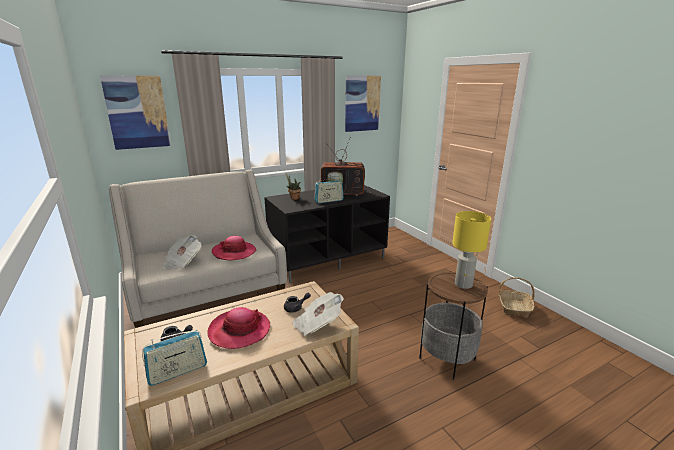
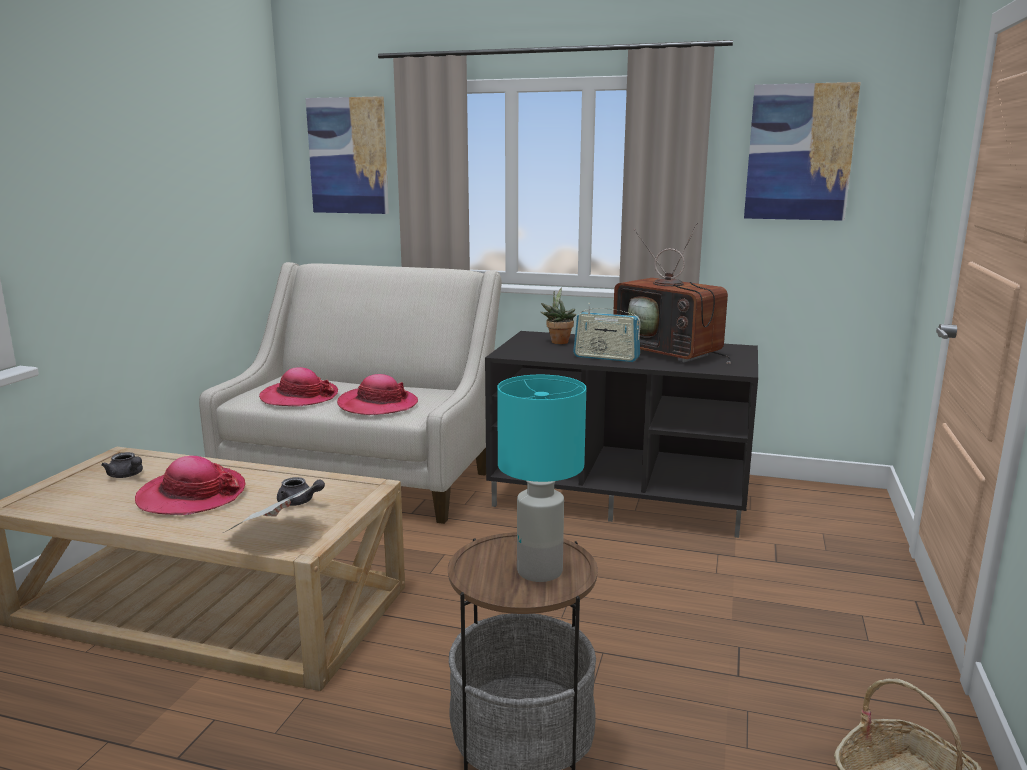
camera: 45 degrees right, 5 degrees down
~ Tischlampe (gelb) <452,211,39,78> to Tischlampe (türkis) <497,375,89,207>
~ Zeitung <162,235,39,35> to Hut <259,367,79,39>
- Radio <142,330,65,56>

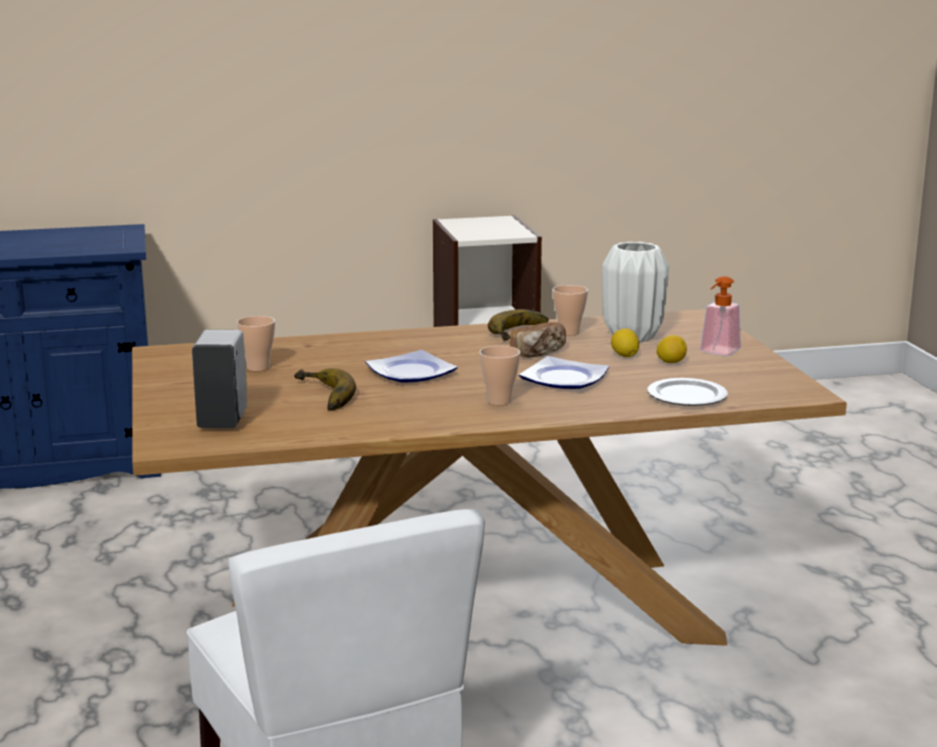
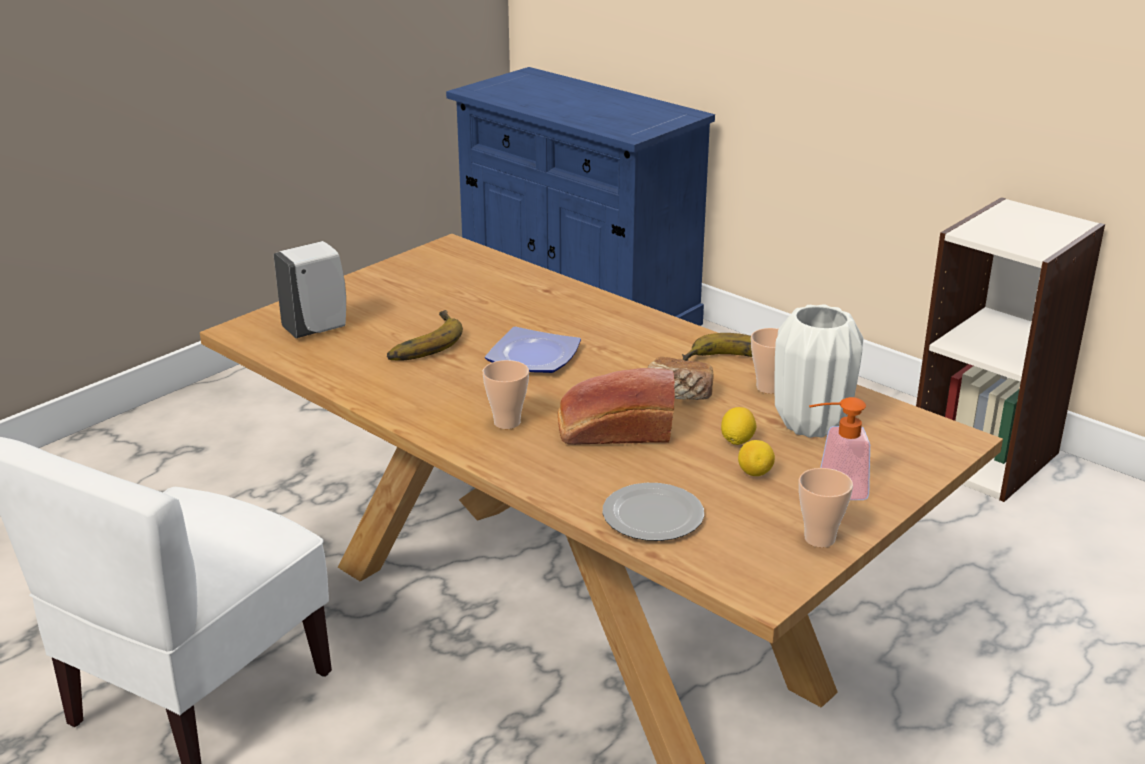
camera: 55 degrees right, 10 degrees up
~ Tasse <237,316,38,55> to <799,468,54,80>
~ Teller <519,356,90,33> to Brot <558,368,117,77>

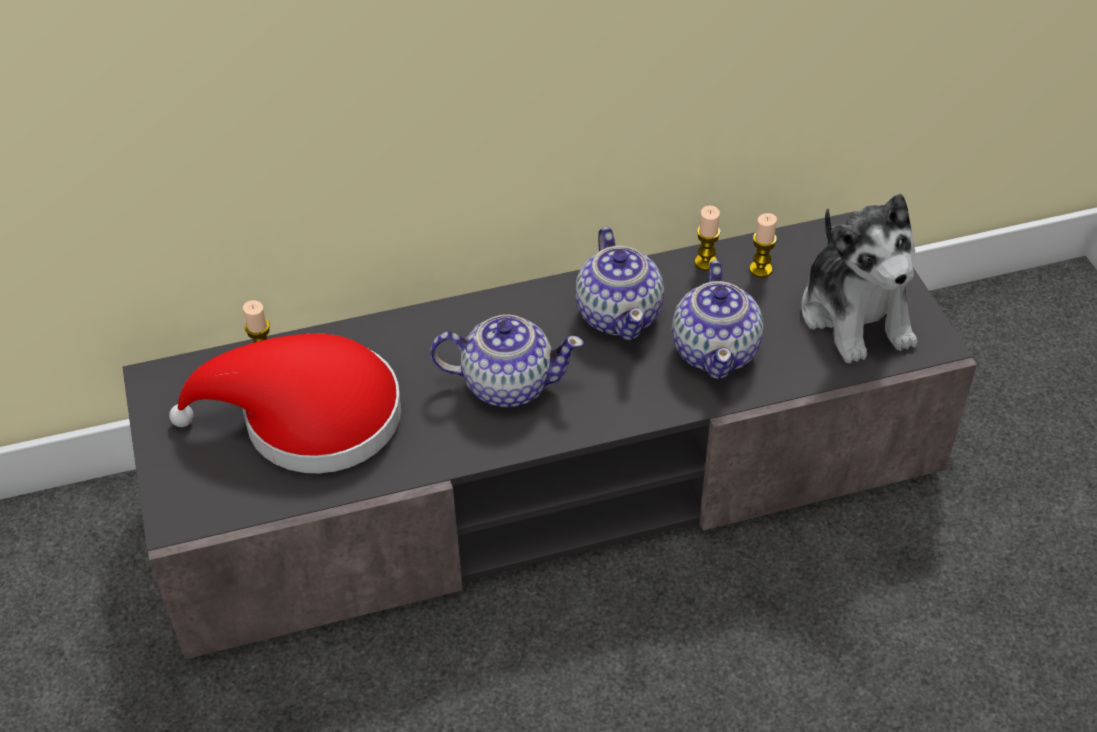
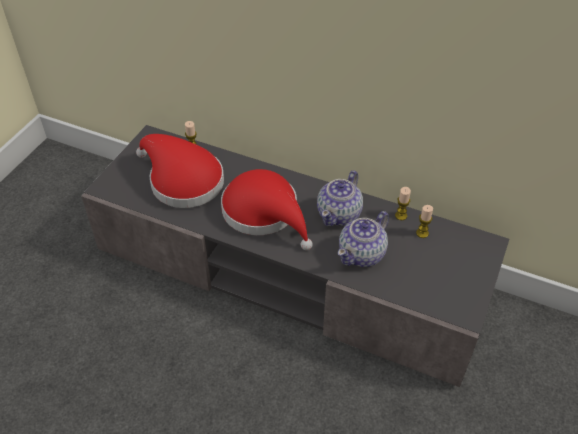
camera: 40 degrees right, 0 degrees up
- Plüschtier <801,194,117,170>
~ Teekanne <430,315,154,92> to Hut (rot) <221,169,92,81>

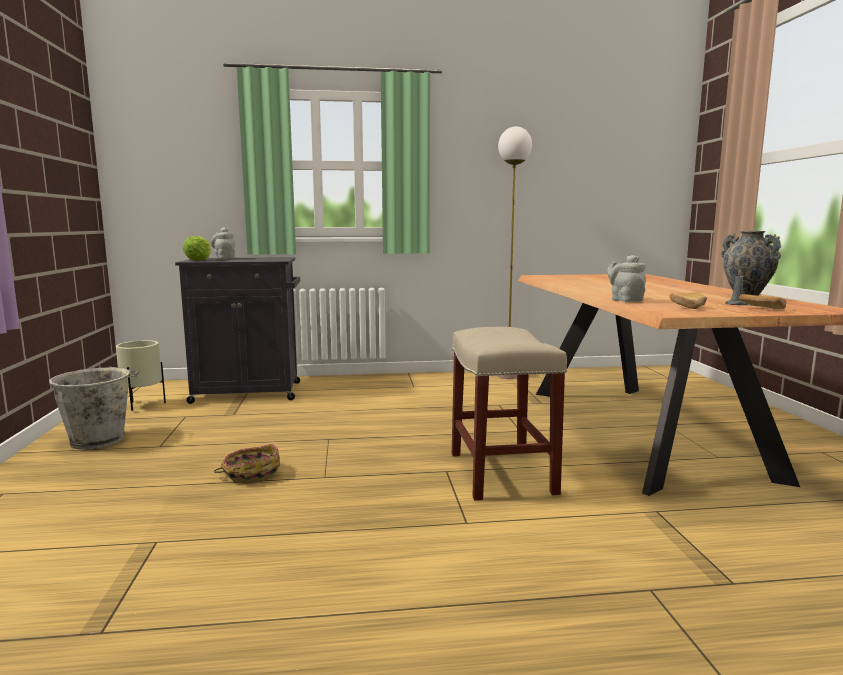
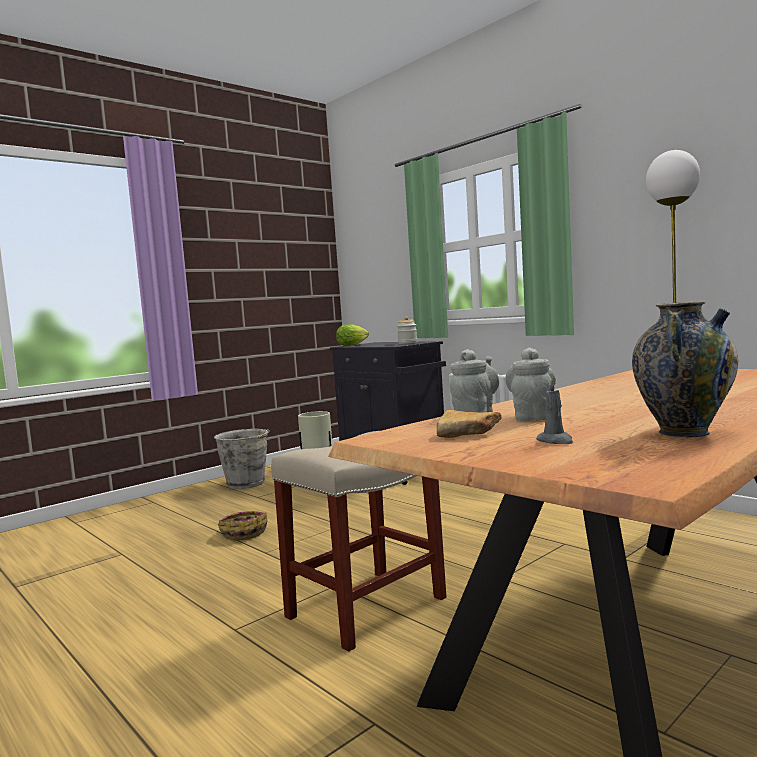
camera: 55 degrees right, 5 degrees down
~ Teekanne (grau) <211,227,24,32> to <505,348,51,73>
- Brot <739,294,47,15>
+ Vorratsglas <397,316,20,28>

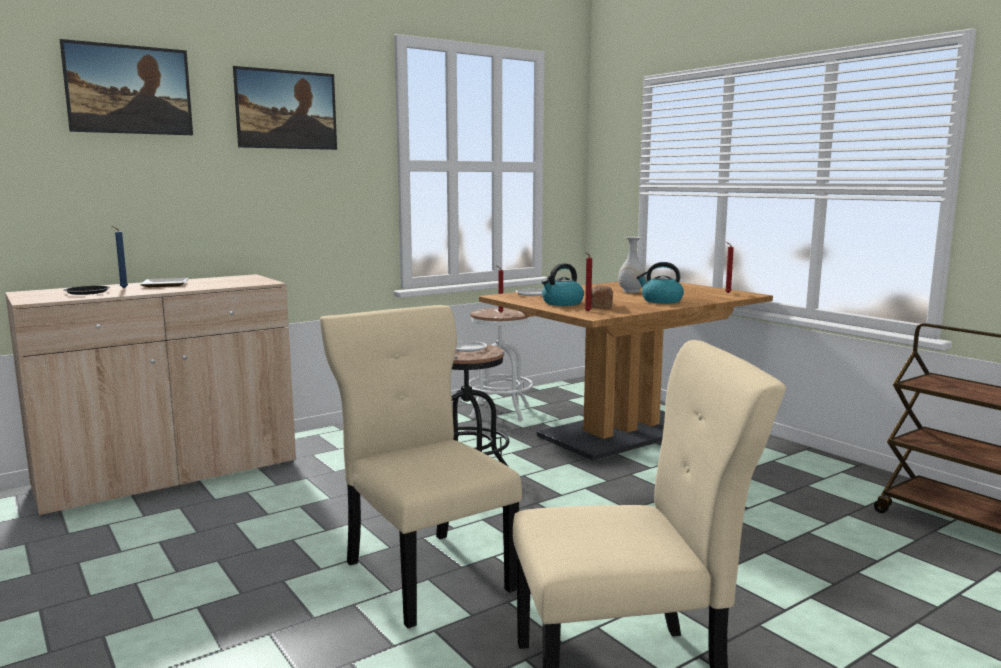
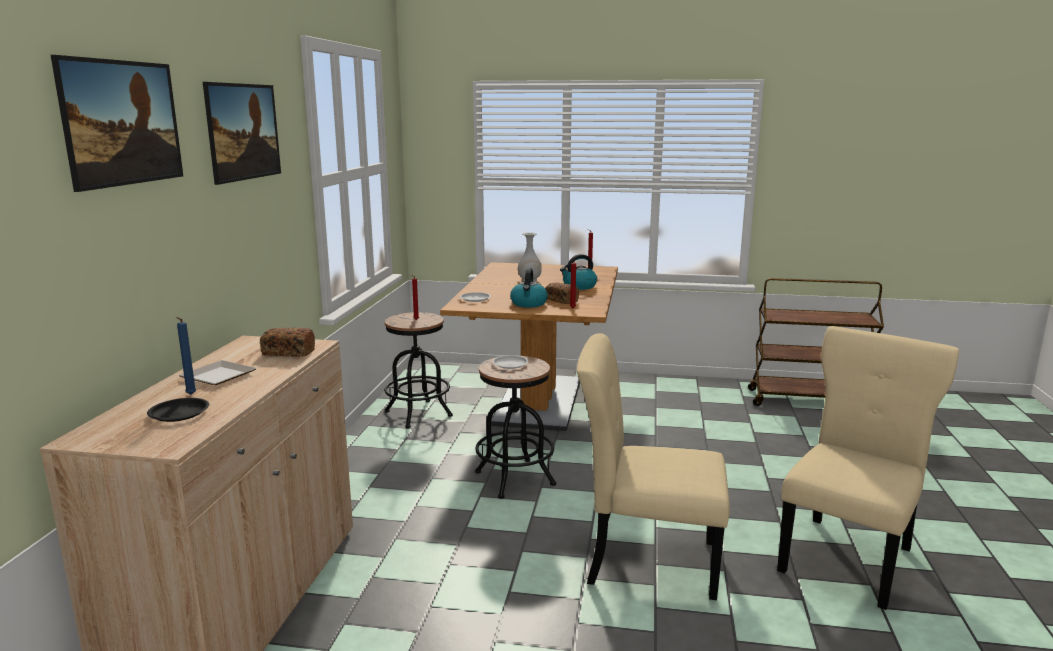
camera: 45 degrees left, 5 degrees up
~ Hocker (weiß) <469,308,64,113> to Hocker (schwarz) <384,312,69,116>
+ Brot <260,328,55,29>

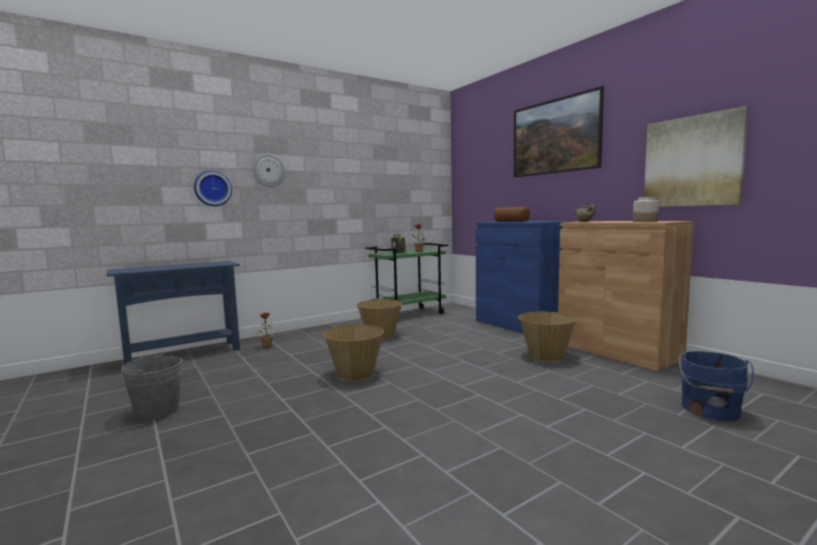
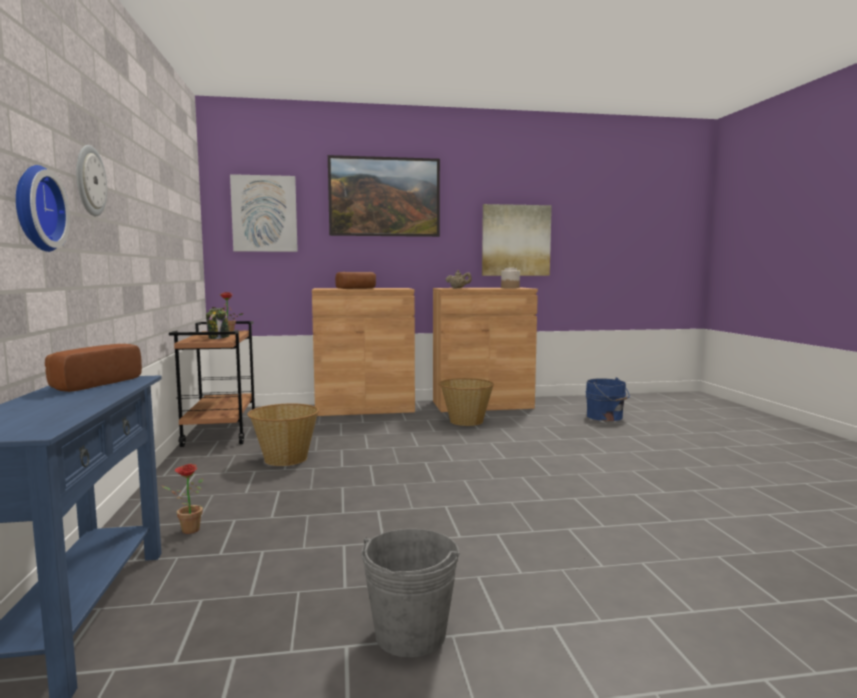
camera: 65 degrees left, 0 degrees up
~ Schrank (blau) <476,221,94,113> to Schrank (braun) <312,288,103,128>
~ Rollwagen (grün) <366,243,82,71> to Rollwagen (braun) <169,321,86,126>
- Korb <323,325,61,56>
+ Bild <230,174,68,78>
+ Brot <45,344,97,48>

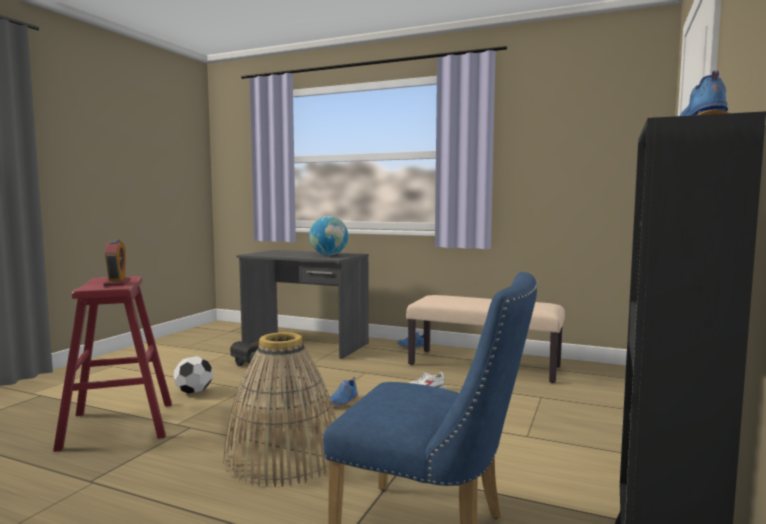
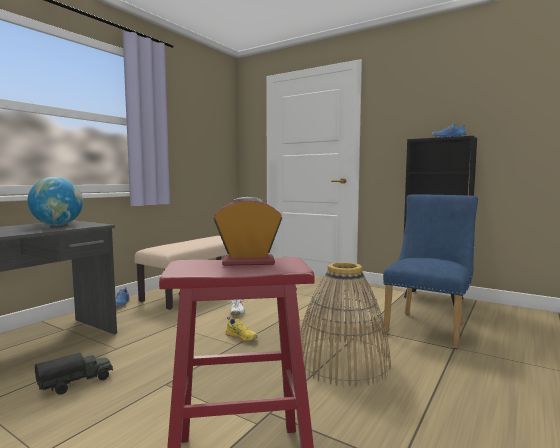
camera: 80 degrees left, 0 degrees up
- Fußball <173,356,40,38>
~ Schuh (blau) <328,377,30,30> to Schuh (gelb) <225,317,33,25>

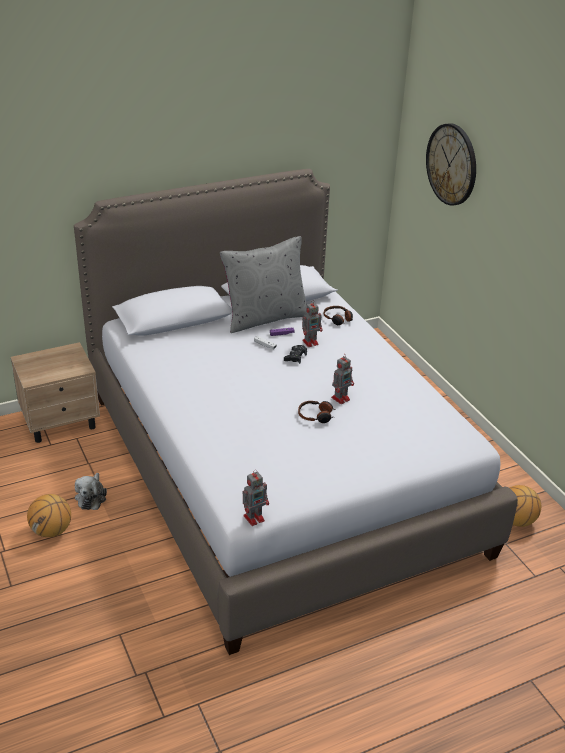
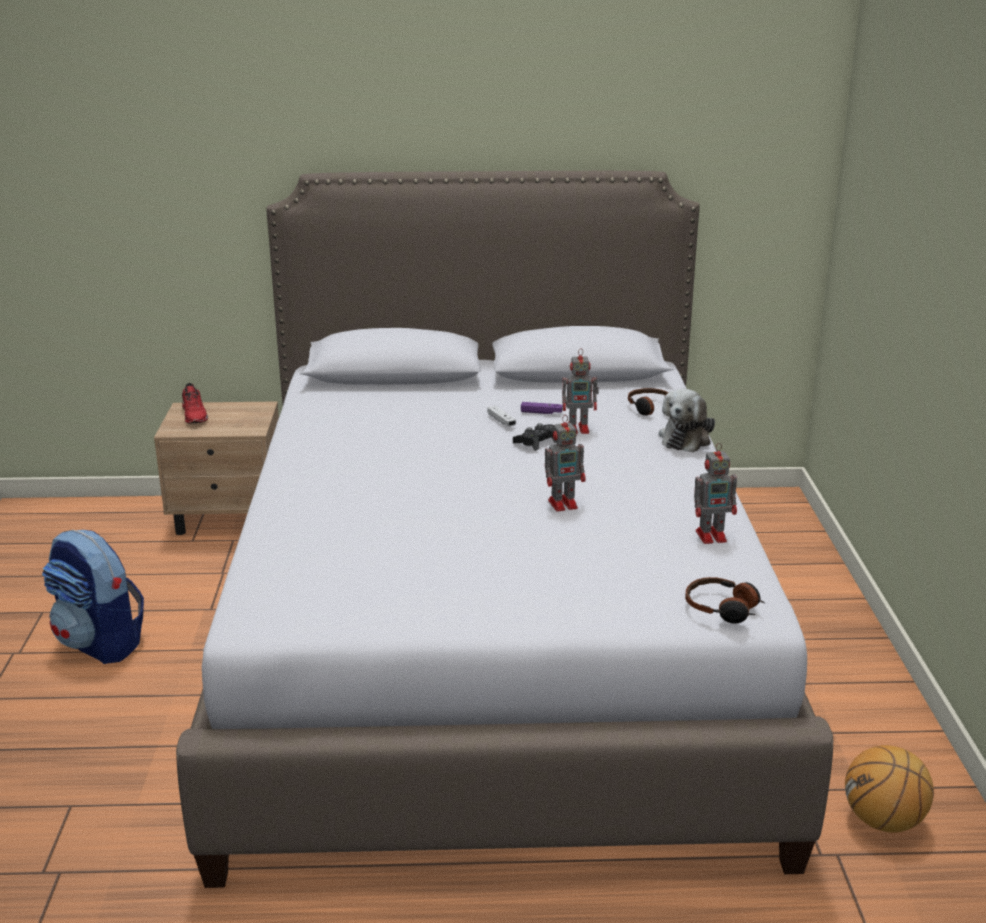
camera: 25 degrees right, 10 degrees down
- Wanduhr <426,123,50,83>
- Kissen (grau) <220,236,88,97>
~ Kopfhörer <298,401,38,22> to <685,577,80,46>
~ Spielzeugroboter <242,470,27,56> to <694,443,43,101>
~ Plüschtier <75,473,32,37> to <658,389,57,63>
~ Basketball <27,494,44,43> to Rucksack <42,530,102,134>
+ Schuh (rot) <182,383,26,41>

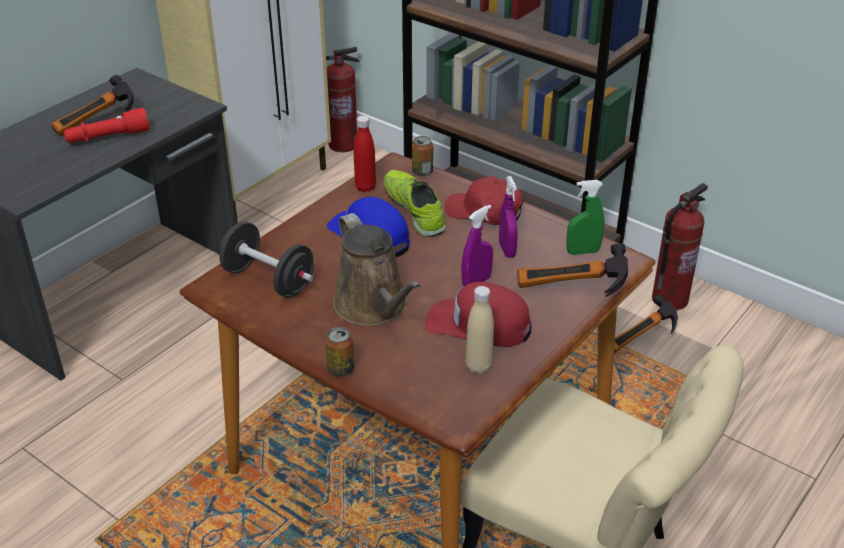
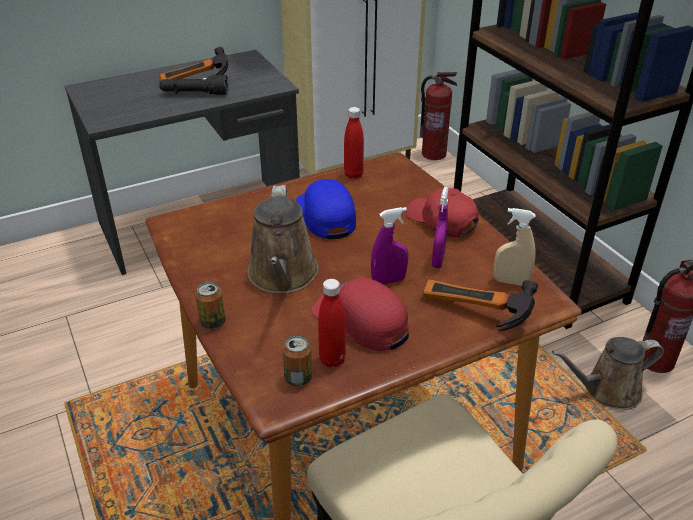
camera: 25 degrees right, 0 degrees up
~ Taschenlampe (rot) <64,108,86,35> to Taschenlampe (schwarz) <160,75,68,20>
~ Dose <412,136,21,40> to <282,335,30,51>
- Schuh <383,170,63,67>
~ Sprühflasche (grün) <566,180,38,75> to Sprühflasche (beige) <494,208,42,78>
- Hantel (schwarz) <219,221,95,77>
~ Flasche (beige) <466,286,28,88> to Flasche (rot) <318,279,28,88>
~ Hammer <614,294,64,60> to Gießkanne (braun) <552,337,112,73>

